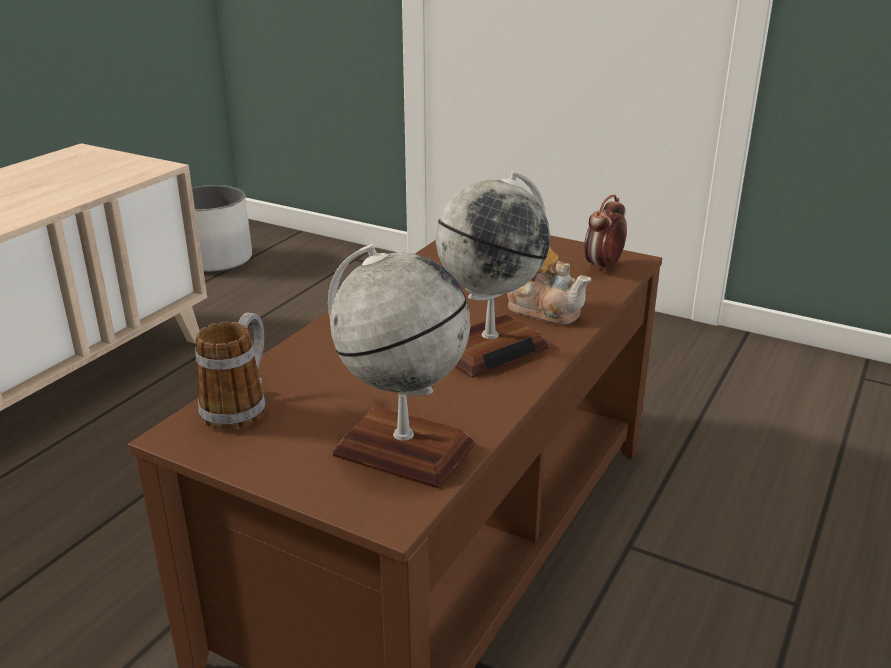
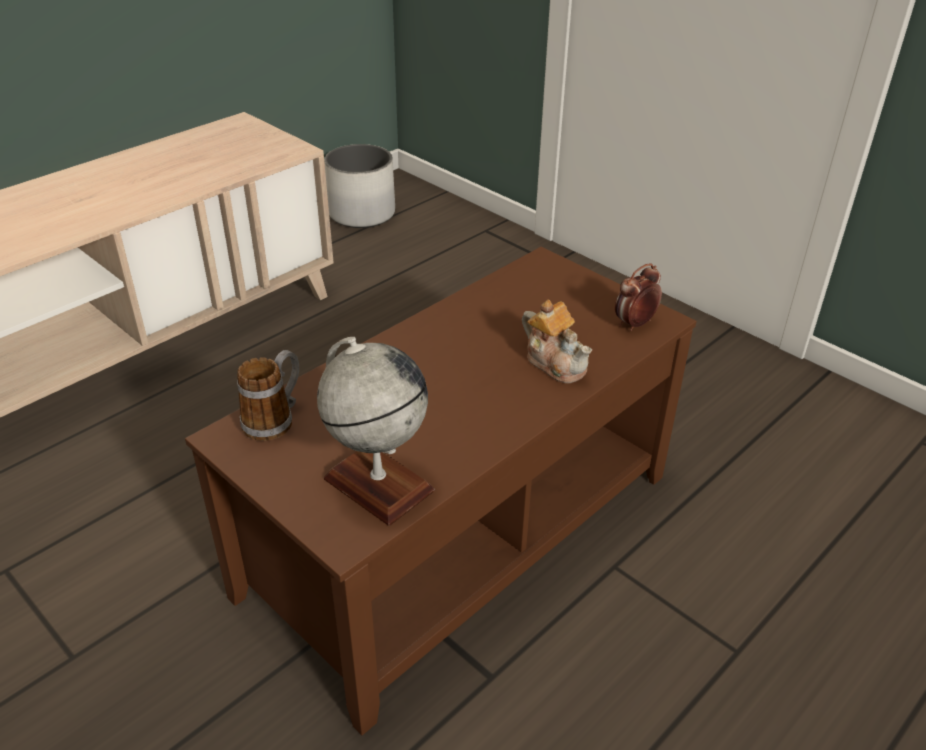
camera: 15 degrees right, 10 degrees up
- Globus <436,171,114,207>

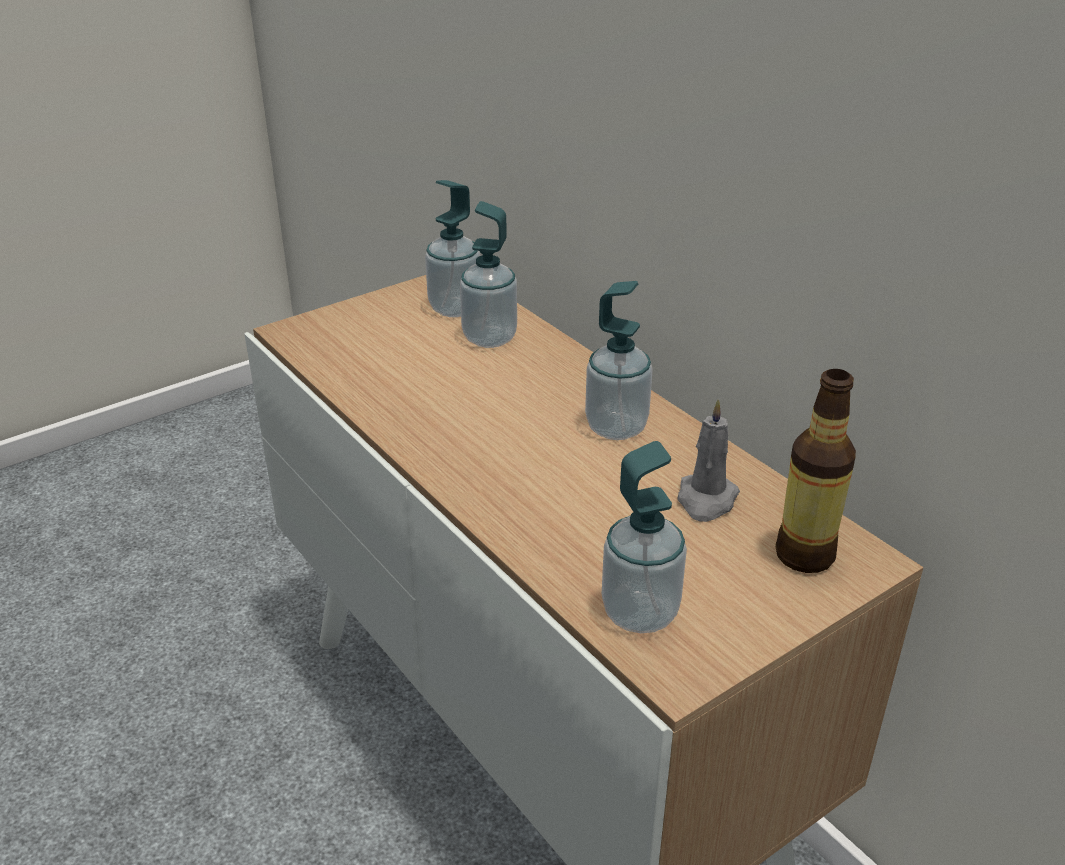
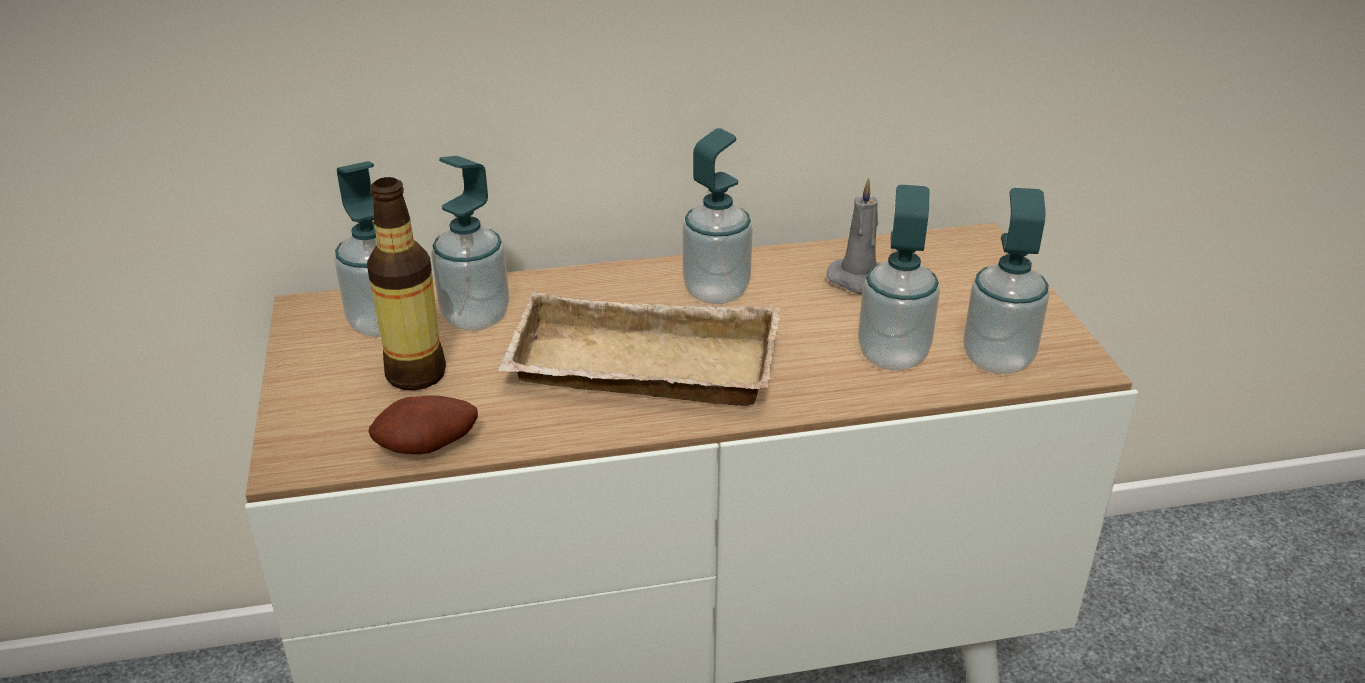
camera: 65 degrees left, 0 degrees up
~ Flasche <775,369,81,204> to <367,177,79,213>
+ Seifenspender <858,185,82,186>
+ Tablett (beige) <497,292,283,114>
+ Kartoffel <368,396,110,58>

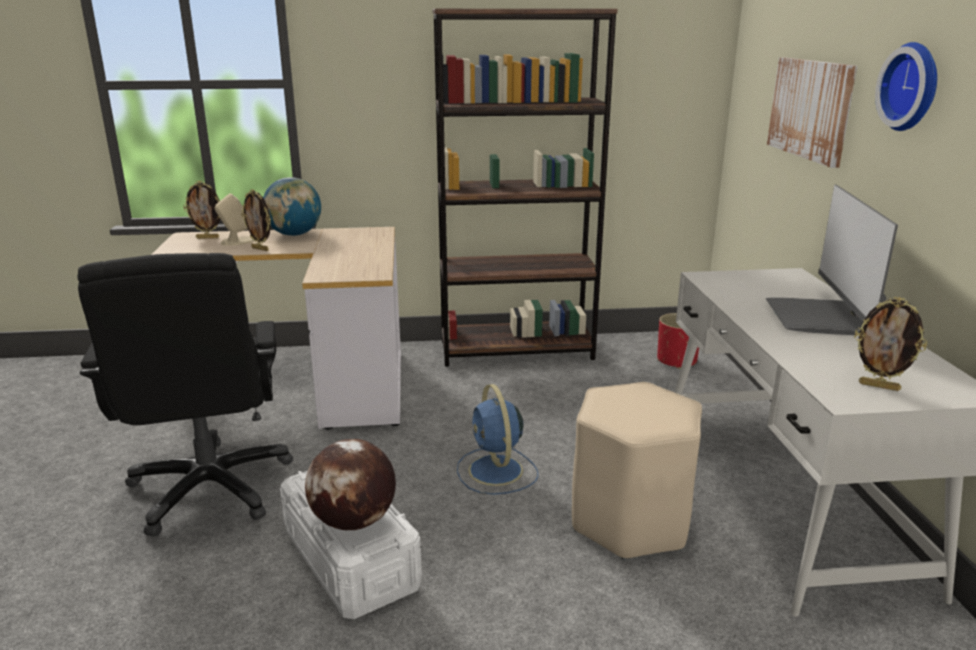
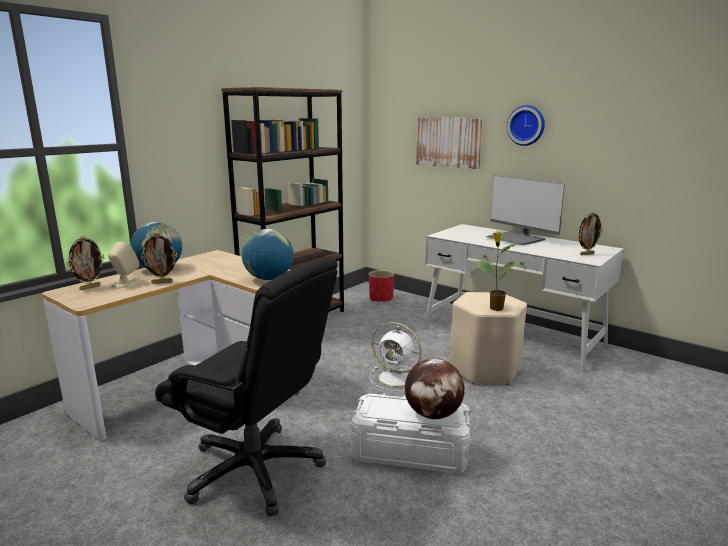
camera: 45 degrees left, 5 degrees down
~ Ventilator (blau) <457,384,81,111> to Ventilator (weiß) <370,322,52,70>
+ Globus <241,229,52,51>
+ Topfpflanze <475,232,46,79>

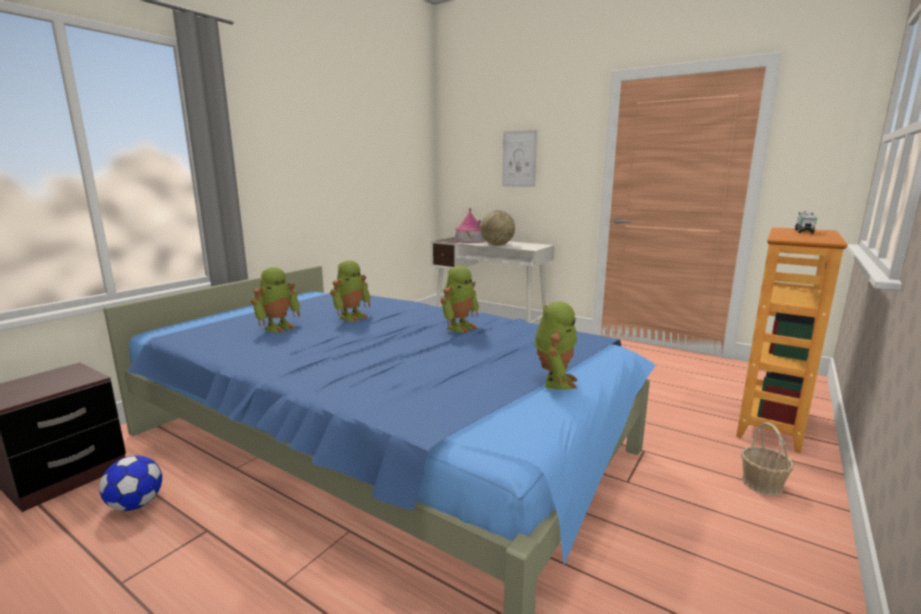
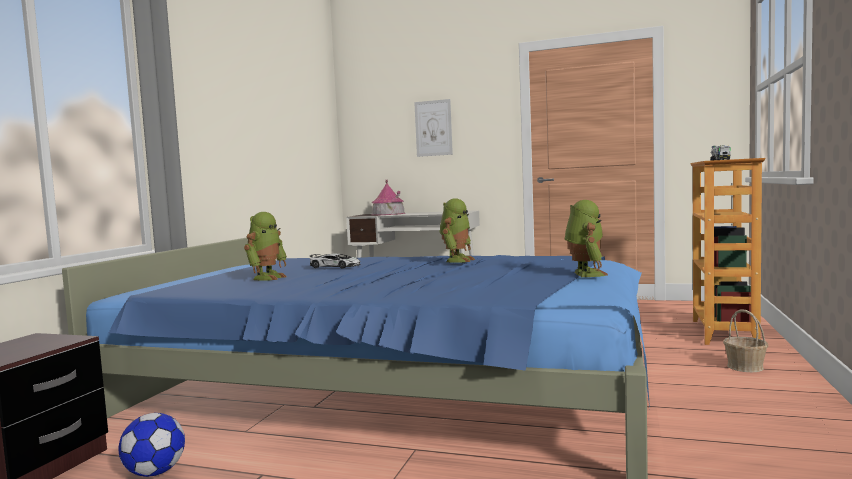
camera: 15 degrees left, 10 degrees down
- Globus <480,210,35,36>
~ Spielzeugroboter <330,260,41,62> to Spielzeugauto <309,254,52,14>

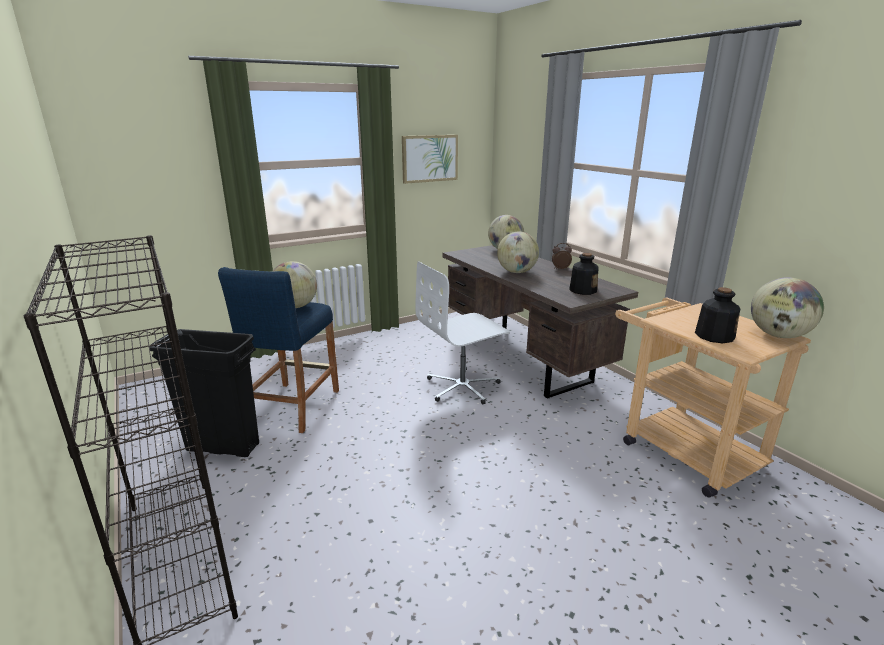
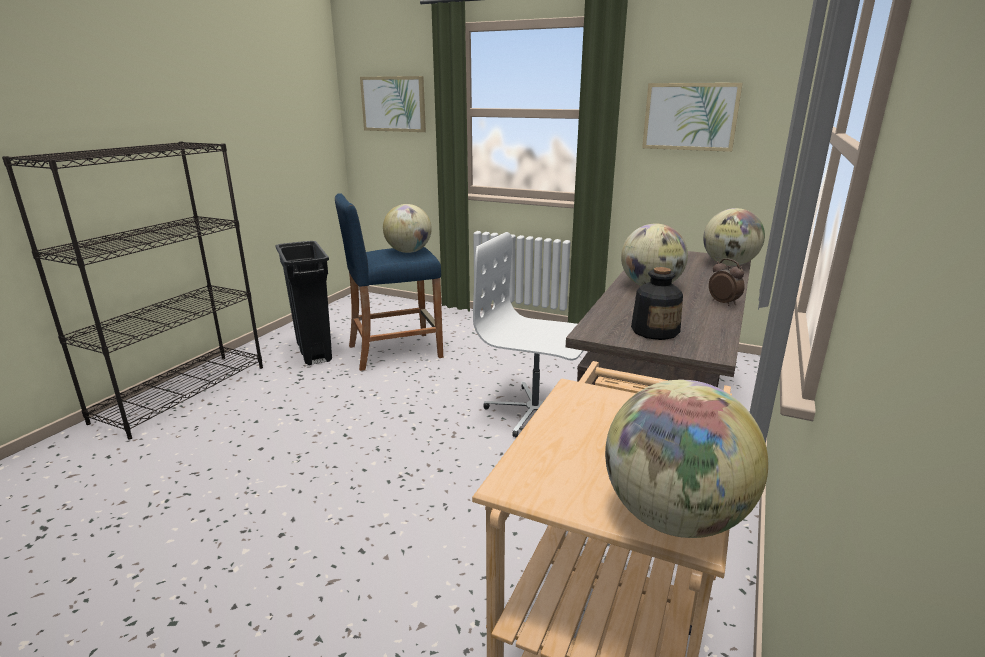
camera: 55 degrees right, 0 degrees up
- Flasche <695,287,45,56>
+ Bild <360,76,66,56>

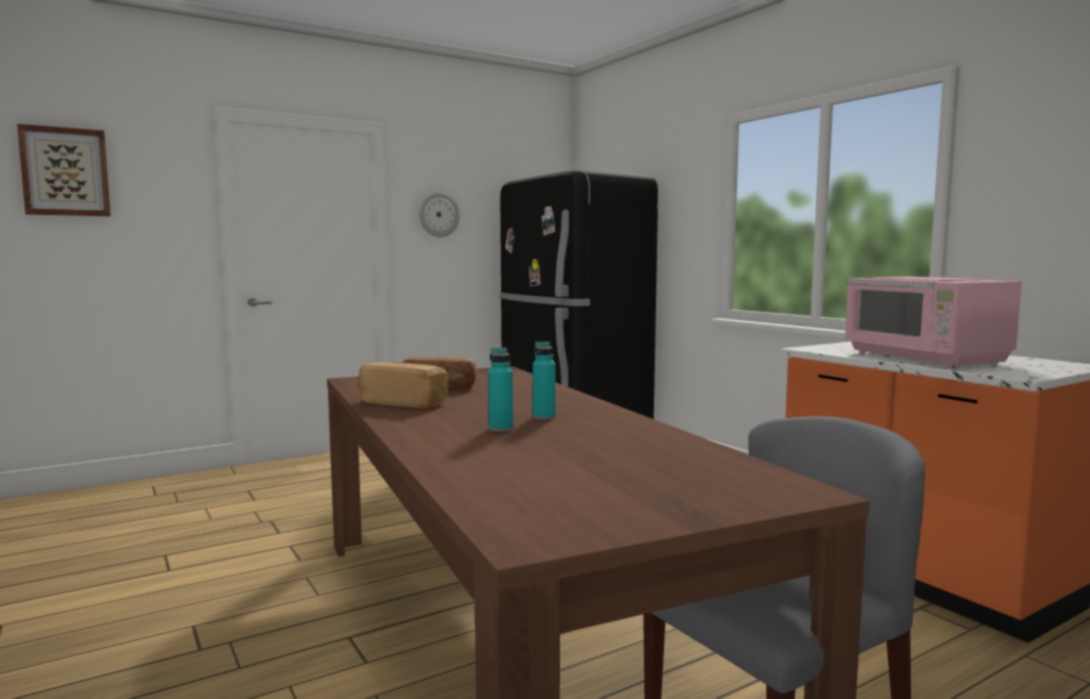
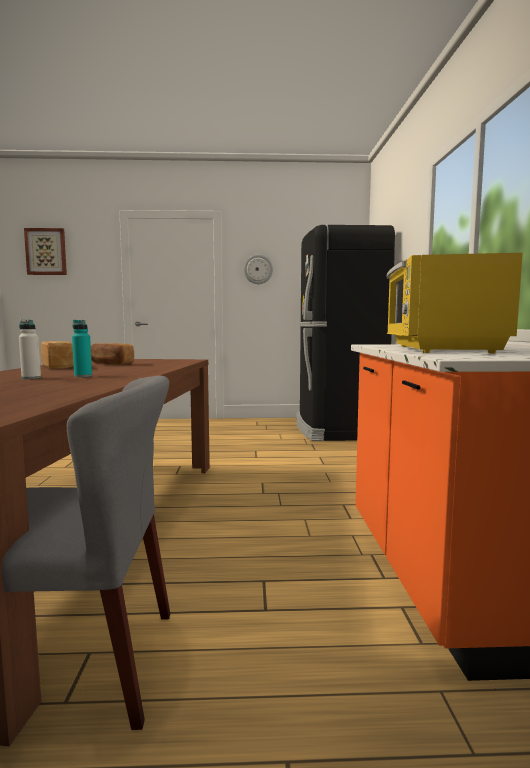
camera: 30 degrees right, 0 degrees up
~ Mikrowelle (rosa) <844,277,178,91> to Mikrowelle (gelb) <387,253,136,100>
~ Flasche (türkis) <488,347,25,85> to Flasche (weiß) <19,319,22,60>

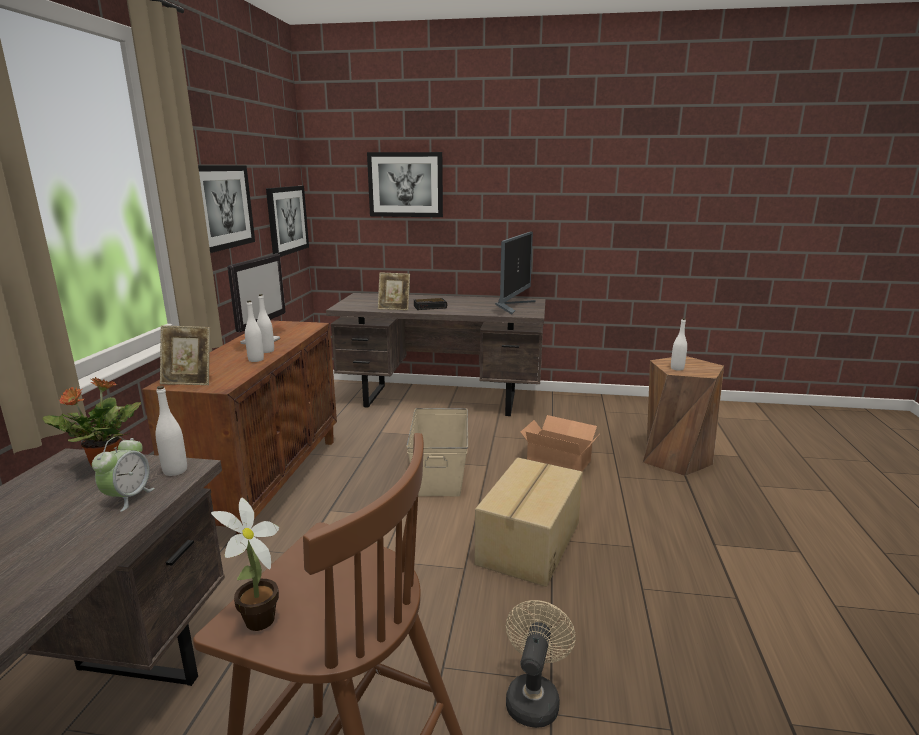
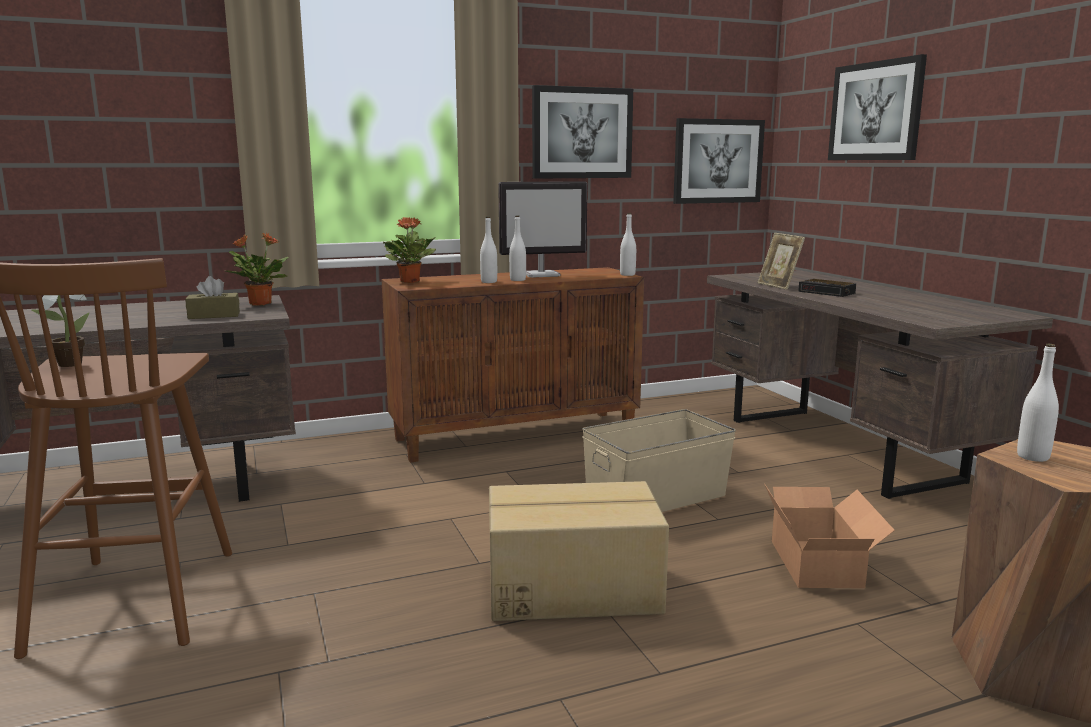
camera: 60 degrees right, 5 degrees down
- Monitor <495,232,41,83>
~ Bilderrahmen <160,325,50,60> to Topfpflanze <383,217,53,66>
~ Flasche (weiß) <156,386,31,90> to <620,213,16,63>
~ Wecker <92,436,63,76> to Taschentuchbox (braun) <185,276,55,43>
- Ventilator (beige) <506,600,70,128>

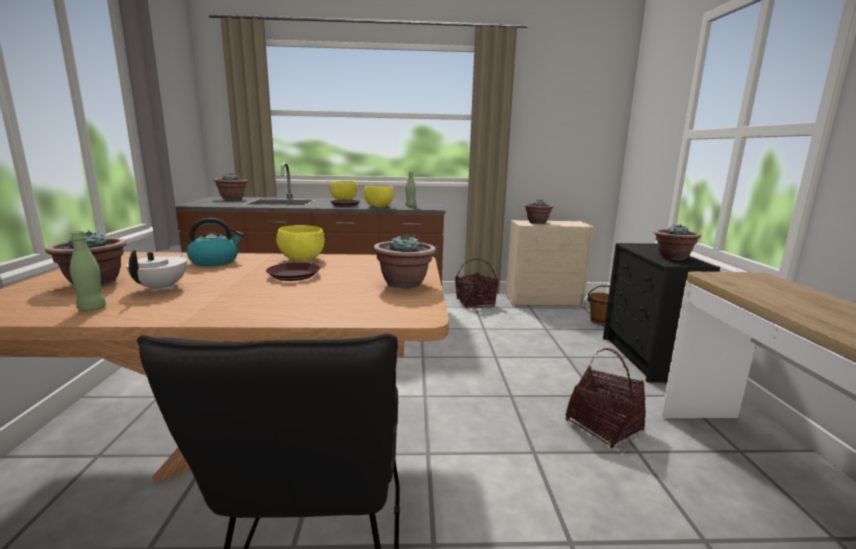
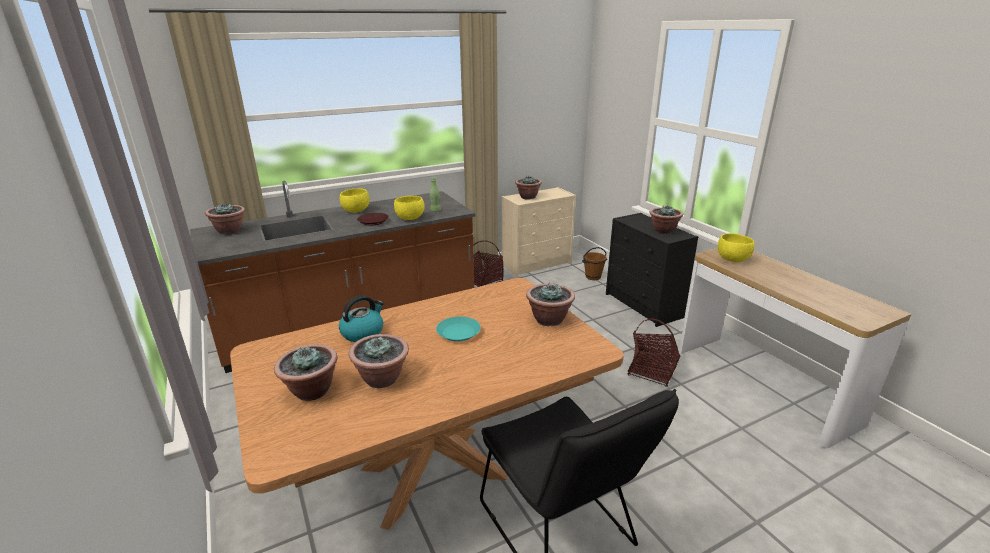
camera: 25 degrees left, 10 degrees up
~ Schüssel (gelb) <276,225,49,36> to <718,233,37,29>
- Flasche (grün) <70,231,36,80>
~ Teekanne (weiß) <126,250,61,42> to Topfpflanze <349,334,60,54>
~ Teller (braun) <266,262,54,19> to Teller (türkis) <436,317,45,24>

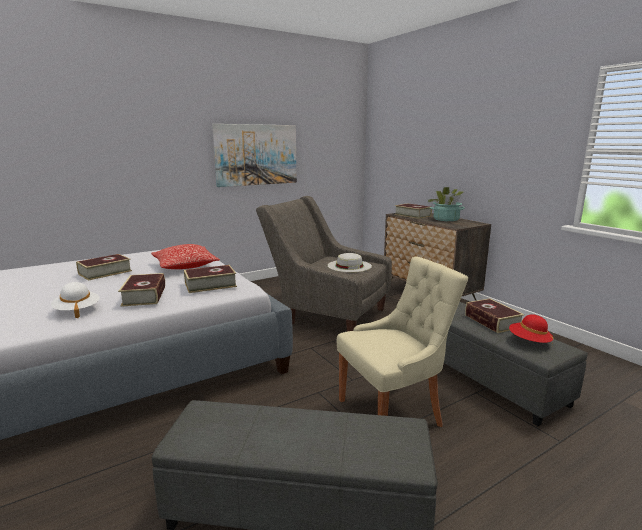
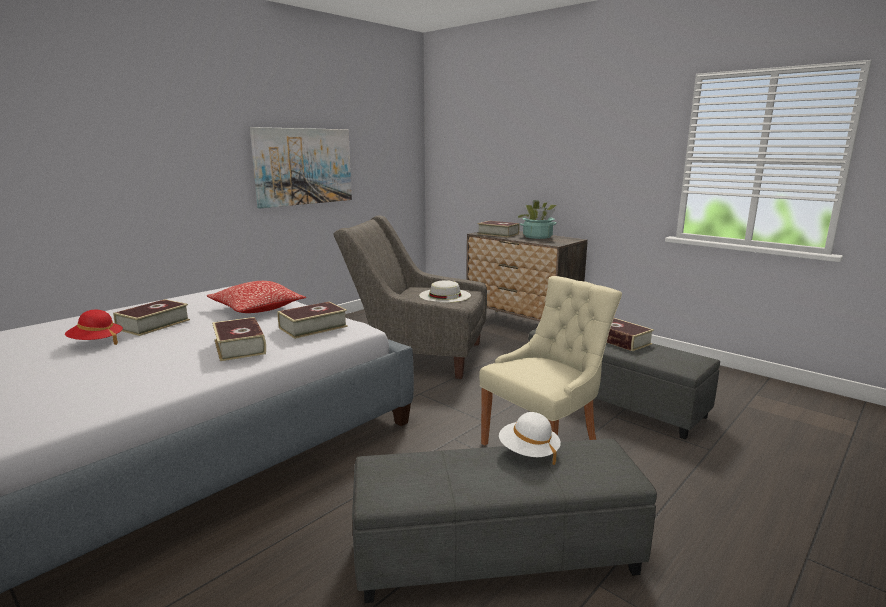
camera: 15 degrees left, 0 degrees up
~ Hut (weiß) <51,282,48,36> to <499,412,62,53>
~ Hut (rot) <509,314,45,32> to <65,310,58,35>

